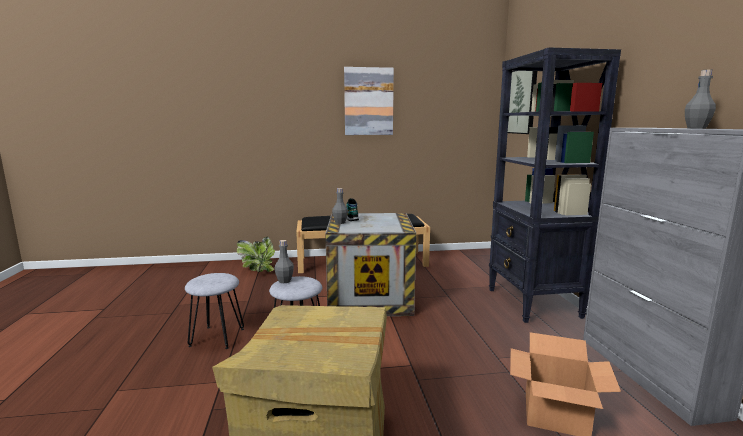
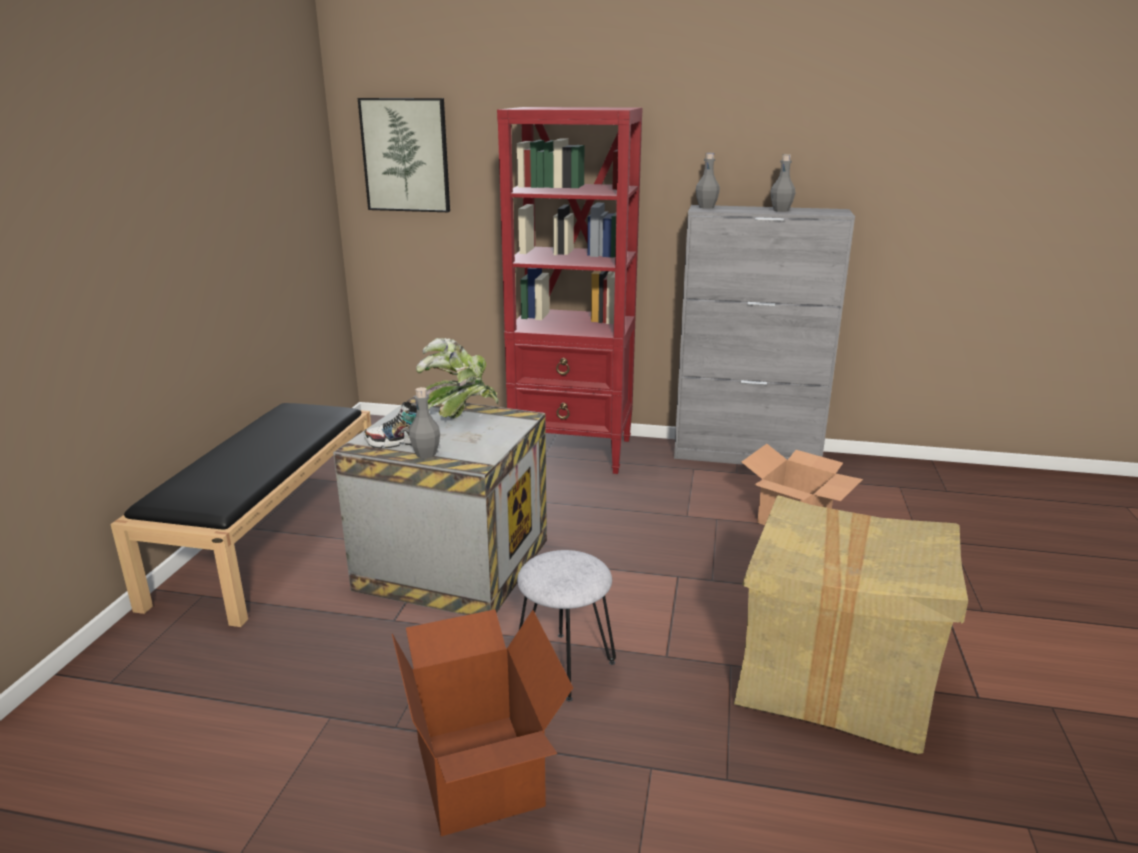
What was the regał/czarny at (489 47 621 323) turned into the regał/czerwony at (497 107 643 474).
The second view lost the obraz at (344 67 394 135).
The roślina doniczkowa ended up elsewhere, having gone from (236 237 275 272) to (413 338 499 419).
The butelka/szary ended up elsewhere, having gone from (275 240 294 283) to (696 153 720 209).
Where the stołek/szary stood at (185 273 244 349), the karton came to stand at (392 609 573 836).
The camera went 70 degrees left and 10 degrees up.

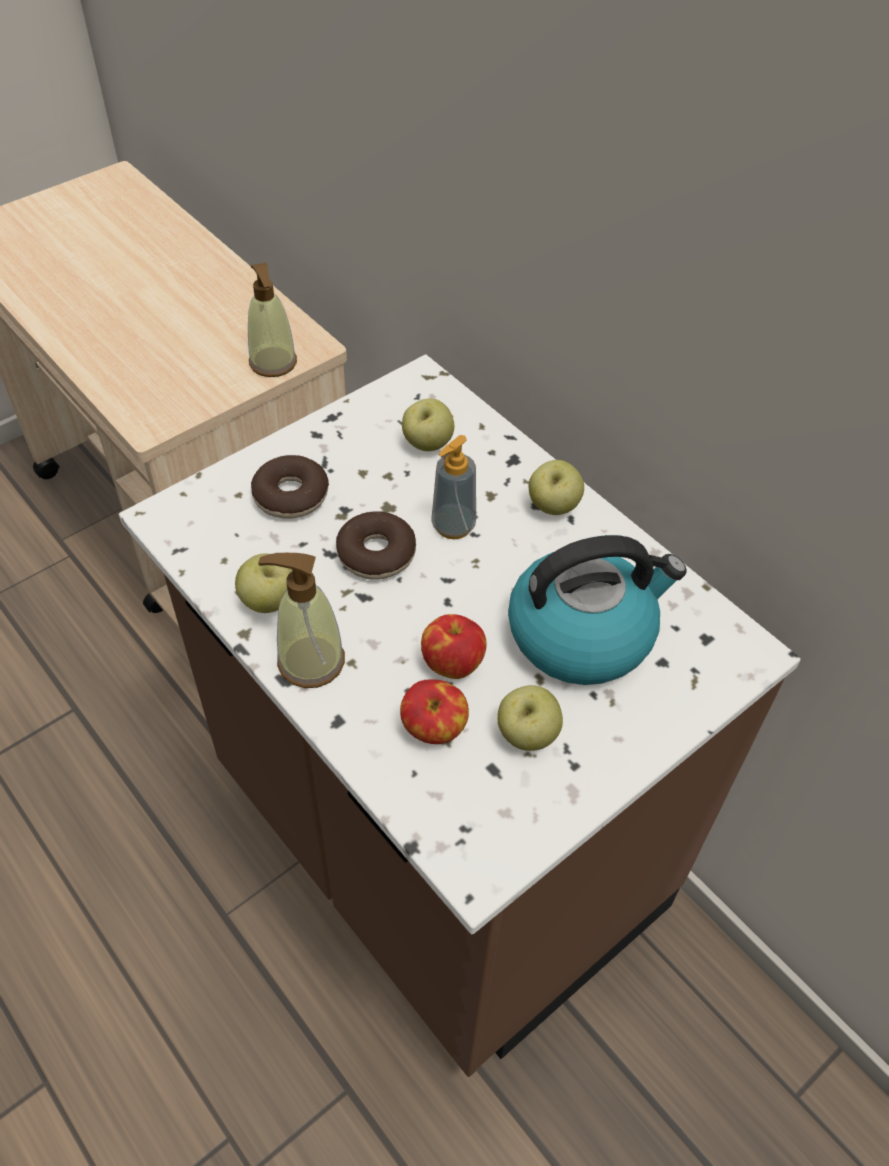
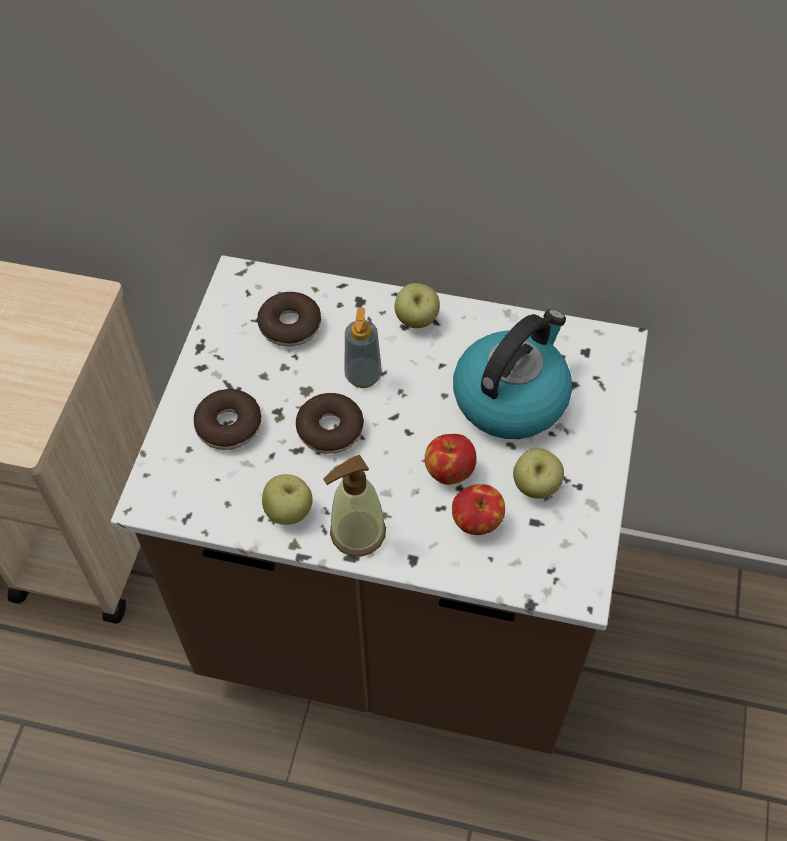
The second view lost the dozownik mydła at (248 263 297 377).
Where the jabłko stood at (402 398 454 451), the donut came to stand at (257 292 321 346).
The camera went 35 degrees left and 5 degrees up.

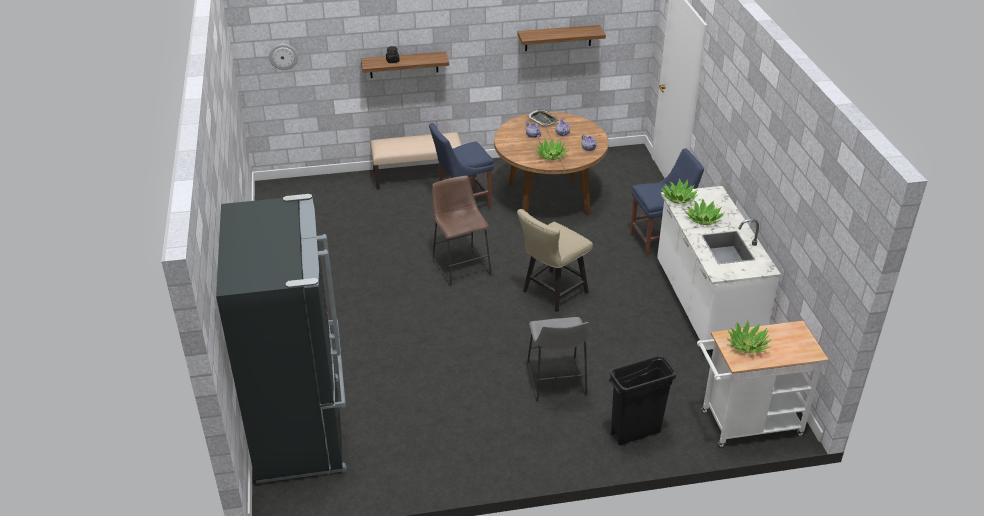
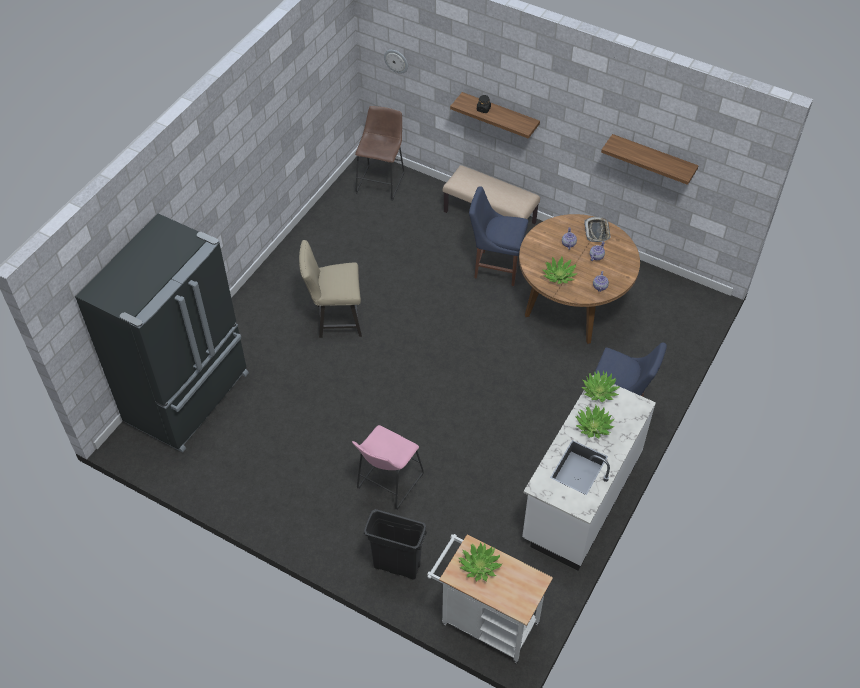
The stołek/brązowy ended up elsewhere, having gone from (432 176 491 286) to (355 106 404 201).
The krzesło/beżowy ended up elsewhere, having gone from (517 209 593 312) to (299 240 362 338).
What was the stołek/szary at (527 317 589 401) turned into the stołek/różowy at (352 425 424 510).
The camera went 40 degrees right and 15 degrees up.

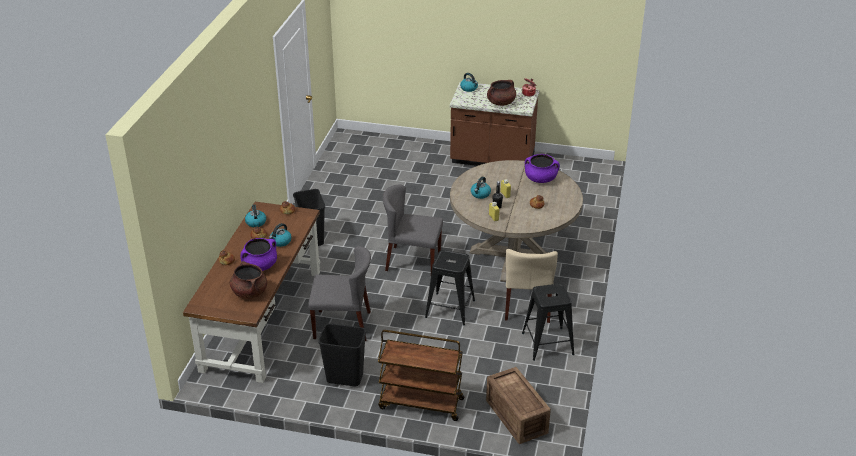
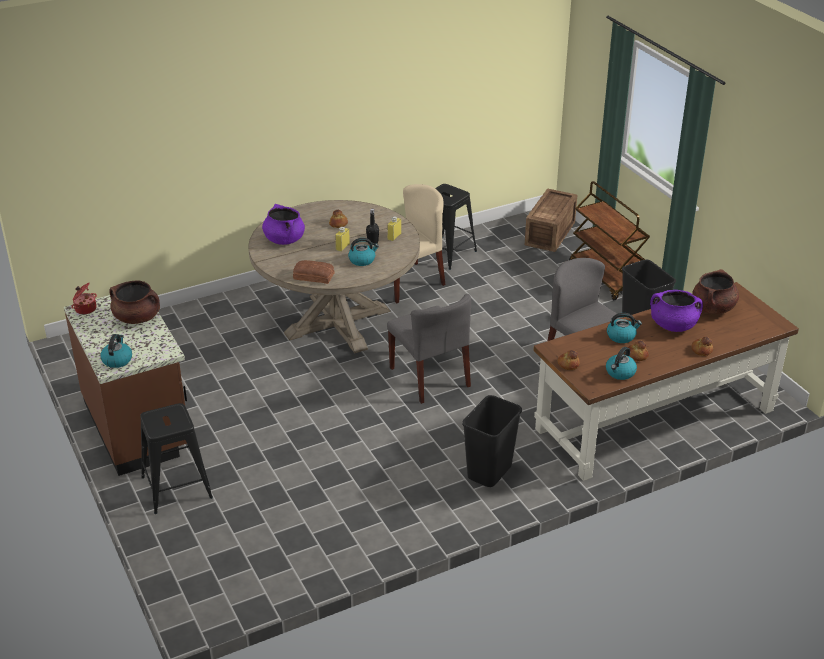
The stołek/czarny ended up elsewhere, having gone from (425 250 475 325) to (140 403 213 514).
The second view gained the chleb at (293 260 335 284).
The camera went 130 degrees left and 0 degrees up.

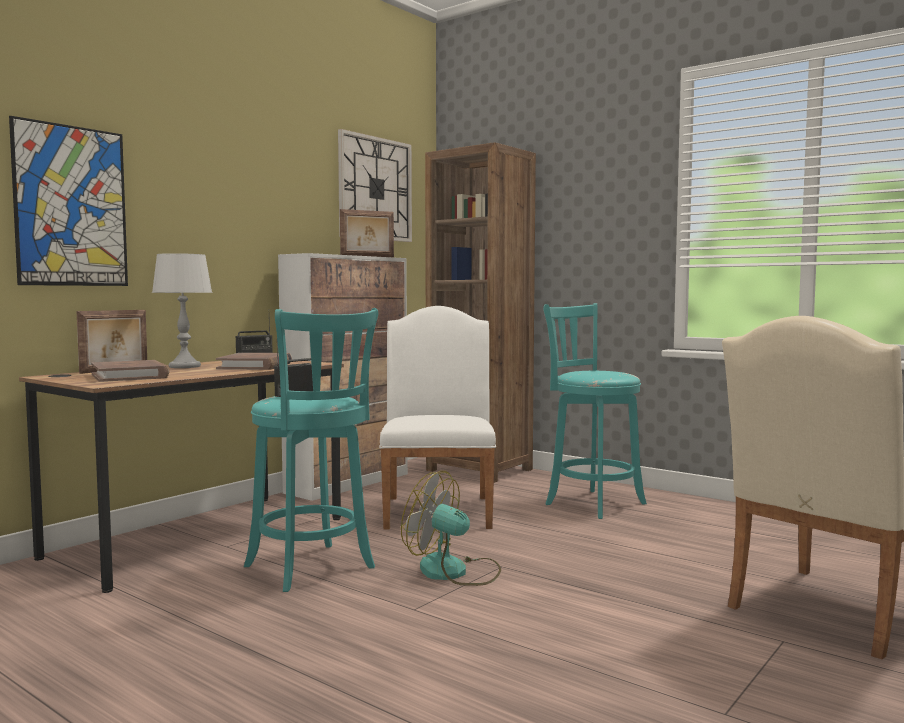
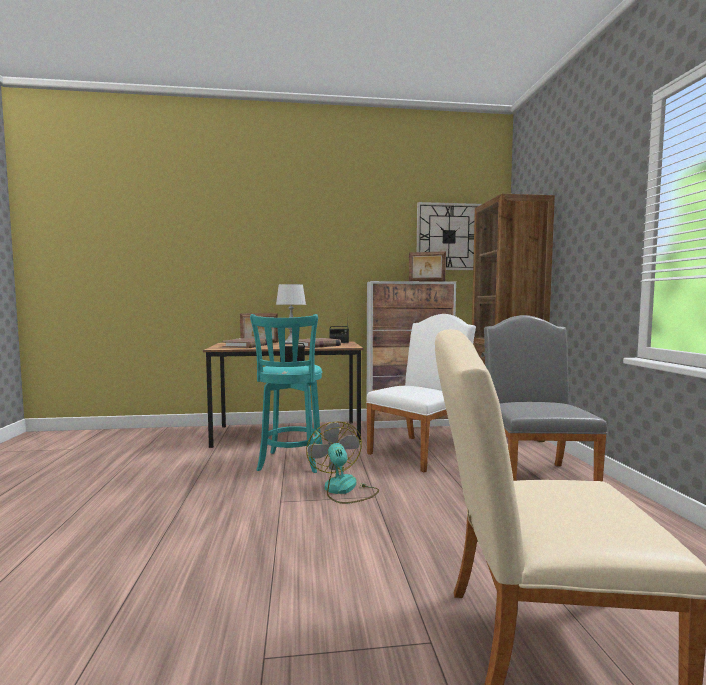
The second view lost the obraz at (9 116 128 286).
Where the stołek/turkusowy stood at (543 303 647 519), the krzesło/szary came to stand at (484 315 608 482).
The camera went 45 degrees right and 0 degrees up.

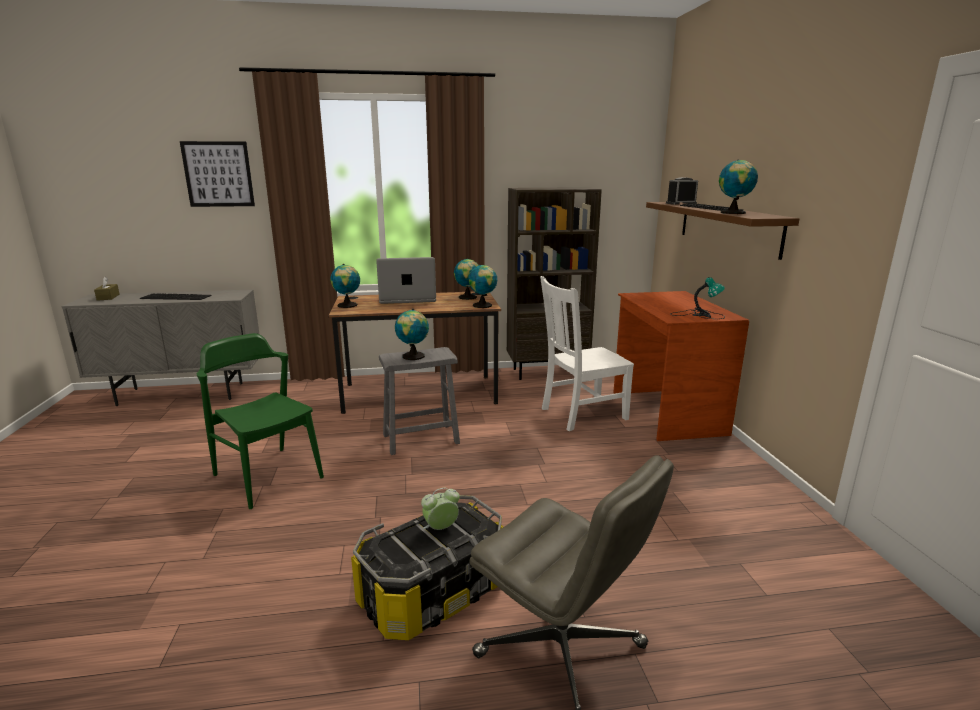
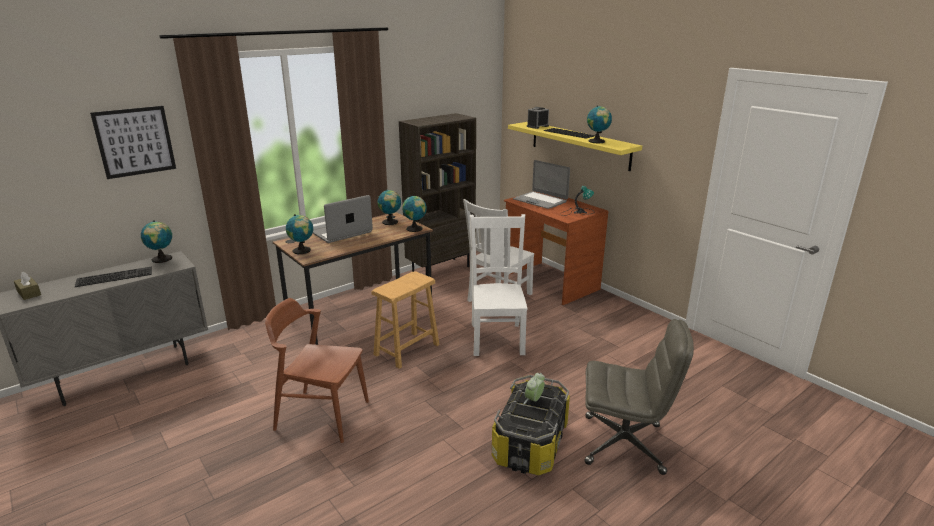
What was the półka/brązowy at (646 202 800 260) turned into the półka/żółty at (508 122 642 171).
The globus ended up elsewhere, having gone from (395 309 429 360) to (141 220 172 263).
What was the krzesło/zielony at (197 333 324 509) turned into the krzesło/brązowy at (265 298 369 443).
What was the stołek/szary at (379 347 460 455) turned into the stołek/brązowy at (371 271 440 369).
The second view gained the laptop at (513 160 570 209).
The second view gained the krzesło/biały at (470 214 527 356).
The camera went 30 degrees left and 5 degrees up.

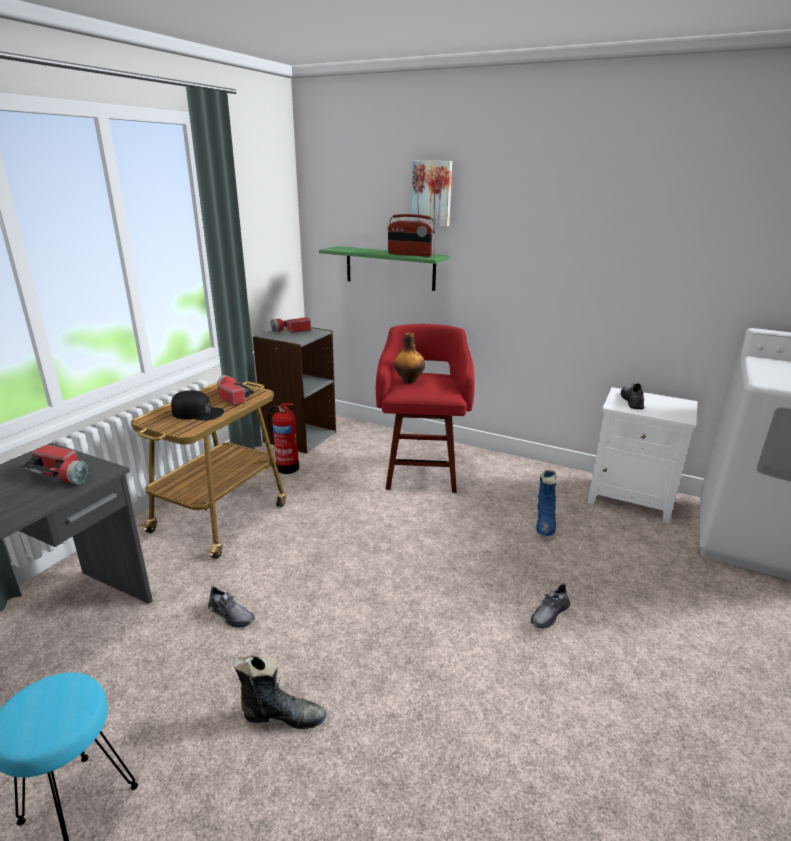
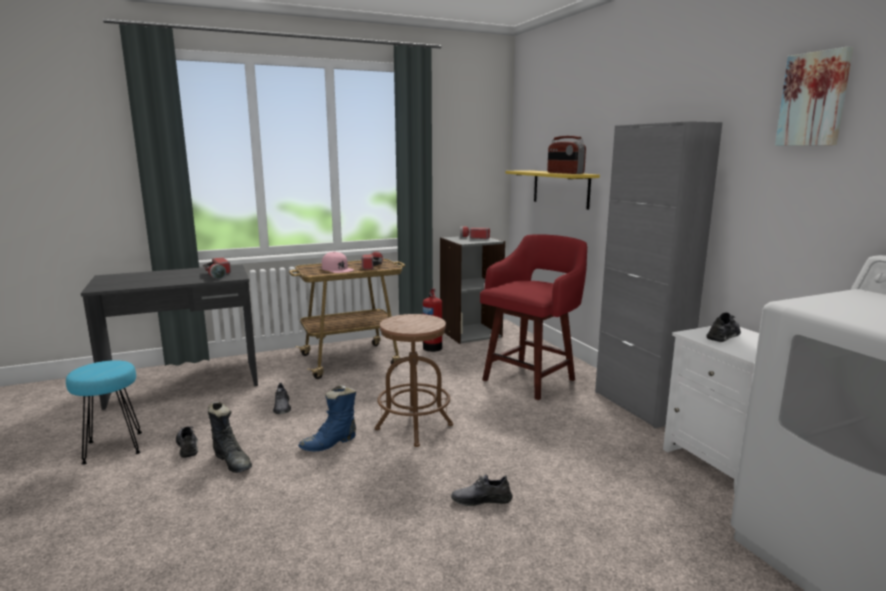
The obraz ended up elsewhere, having gone from (412 161 452 226) to (775 47 853 146).
What was the półka/zielony at (319 246 449 291) turned into the półka/żółty at (505 170 600 210).
The second view lost the butelka at (394 333 425 383).
What was the czapka z daszkiem/czarny at (171 390 224 421) turned into the czapka z daszkiem/różowy at (322 251 354 273).
The but z cholewką/niebieski ended up elsewhere, having gone from (536 470 557 536) to (298 384 356 451).
The second view gained the szafka/szary at (595 121 723 428).
The second view gained the stołek/brązowy at (375 314 453 447).
The second view gained the but/szary at (176 426 198 458).
The camera went 40 degrees right and 10 degrees down.

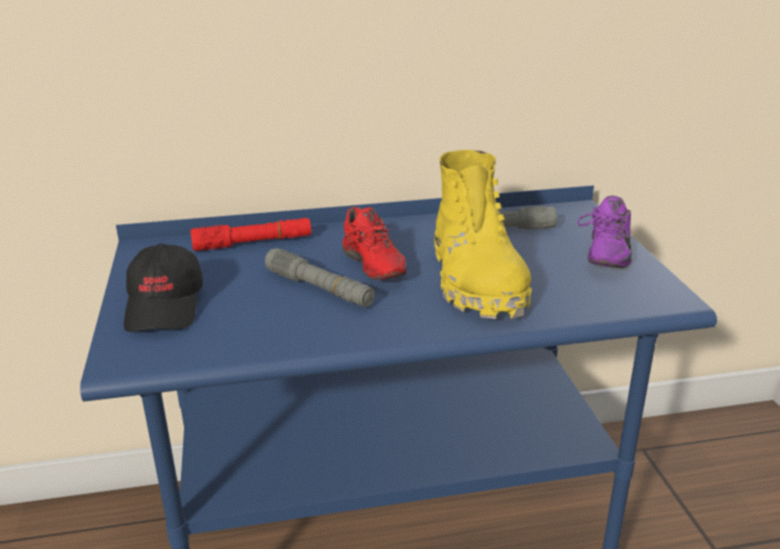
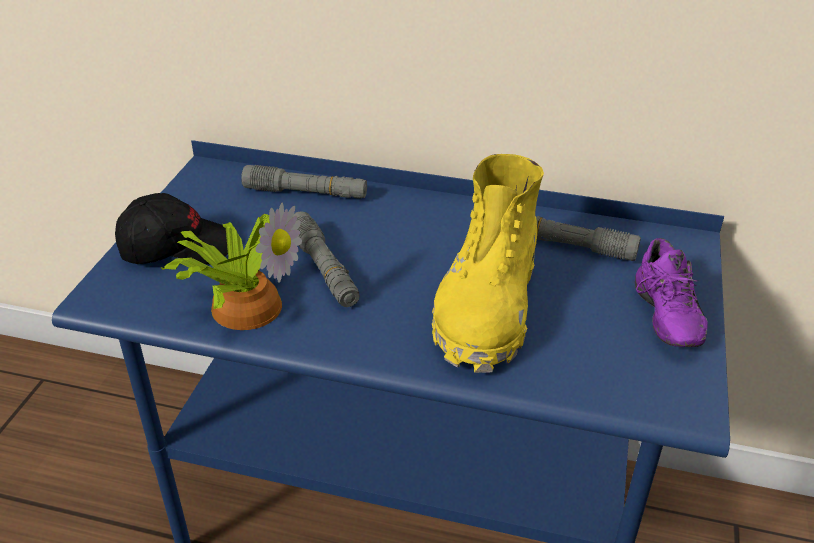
The but/fioletowy at (577 196 632 268) ended up facing another way, 45 degrees counterclockwise from before.
The second view lost the but/czerwony at (342 207 407 280).
What was the latarka/czerwony at (190 218 311 251) turned into the latarka/szary at (241 165 367 199).
The czapka z daszkiem/czarny at (124 244 203 332) ended up facing another way, 120 degrees counterclockwise from before.
The second view gained the roślina doniczkowa at (161 203 302 330).
The camera went 25 degrees right and 10 degrees up.

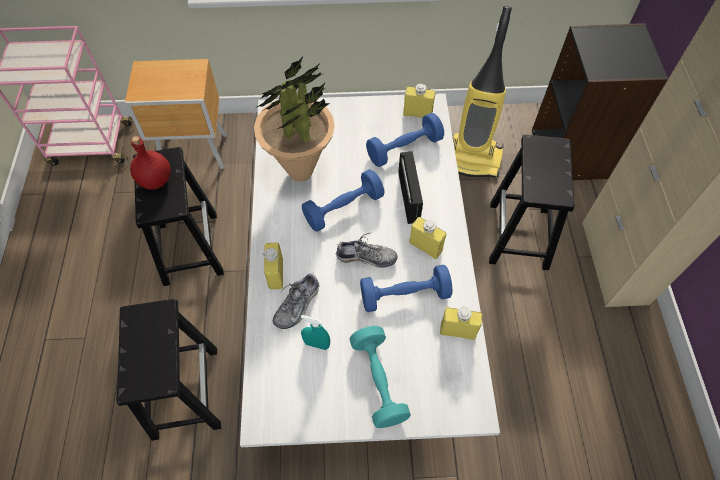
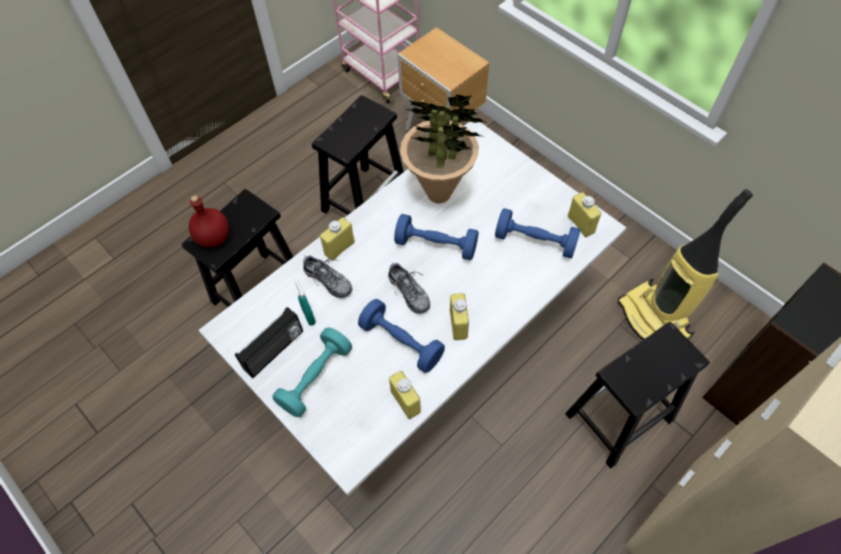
The butelka/czerwony ended up elsewhere, having gone from (130 136 171 190) to (189 195 229 247).
The radio ended up elsewhere, having gone from (398 151 423 224) to (235 307 303 378).
The but at (273 273 320 329) ended up facing another way, 135 degrees counterclockwise from before.
The camera went 50 degrees right and 0 degrees up.

